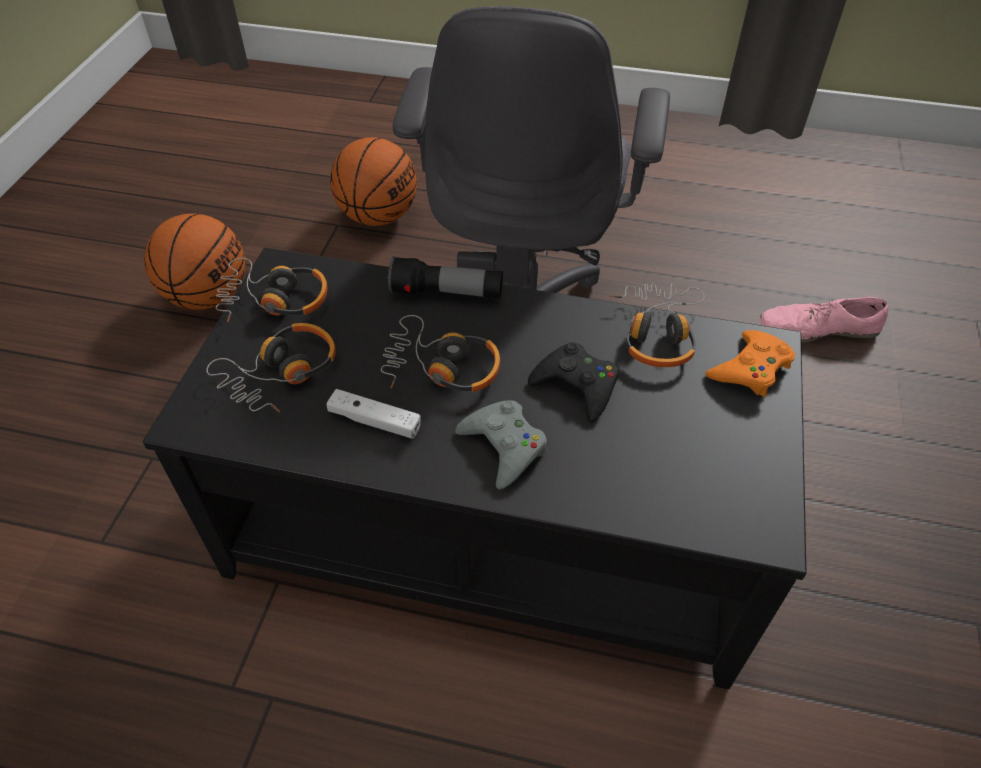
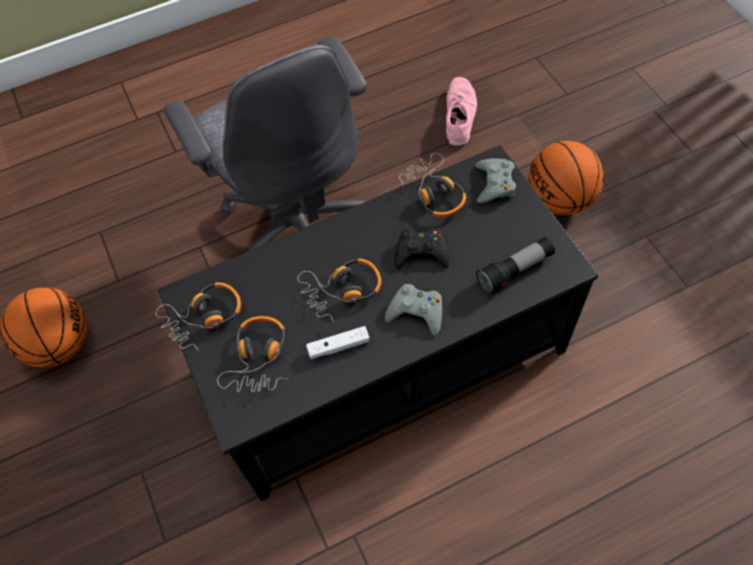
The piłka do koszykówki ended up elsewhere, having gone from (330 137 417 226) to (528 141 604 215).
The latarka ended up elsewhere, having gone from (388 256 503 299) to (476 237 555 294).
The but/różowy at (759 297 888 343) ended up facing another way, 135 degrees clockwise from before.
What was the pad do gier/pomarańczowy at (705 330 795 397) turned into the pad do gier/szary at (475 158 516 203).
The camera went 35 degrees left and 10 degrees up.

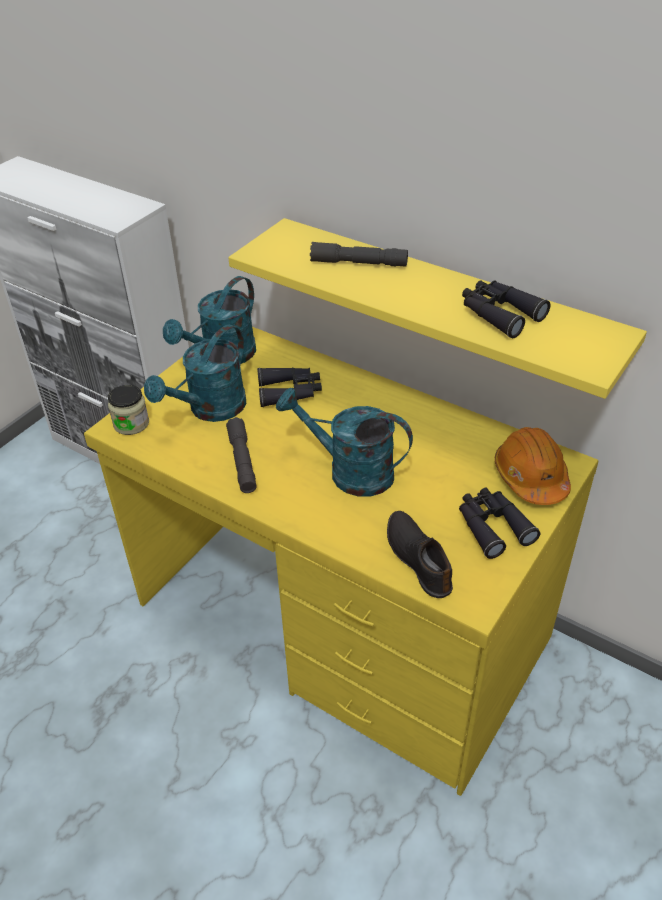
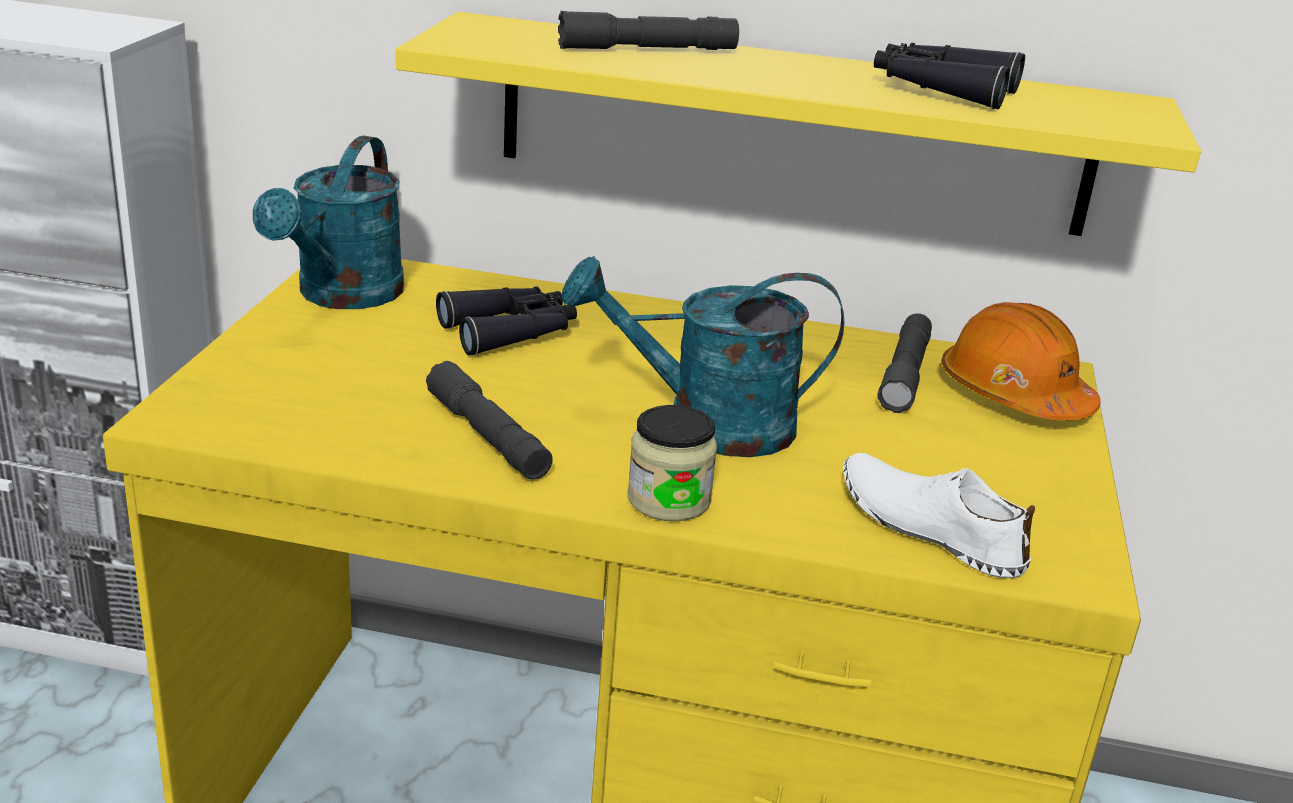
The second view lost the konewka/turkusowy at (144 325 246 422).
The słoik ended up elsewhere, having gone from (108 385 149 435) to (628 405 717 521).
The second view lost the lornetka/czarny at (459 488 540 559).
What was the but/czarny at (387 511 453 598) turned into the but/biały at (843 453 1035 578).
The second view gained the latarka/szary at (877 314 932 413).
The camera went 25 degrees left and 15 degrees down.

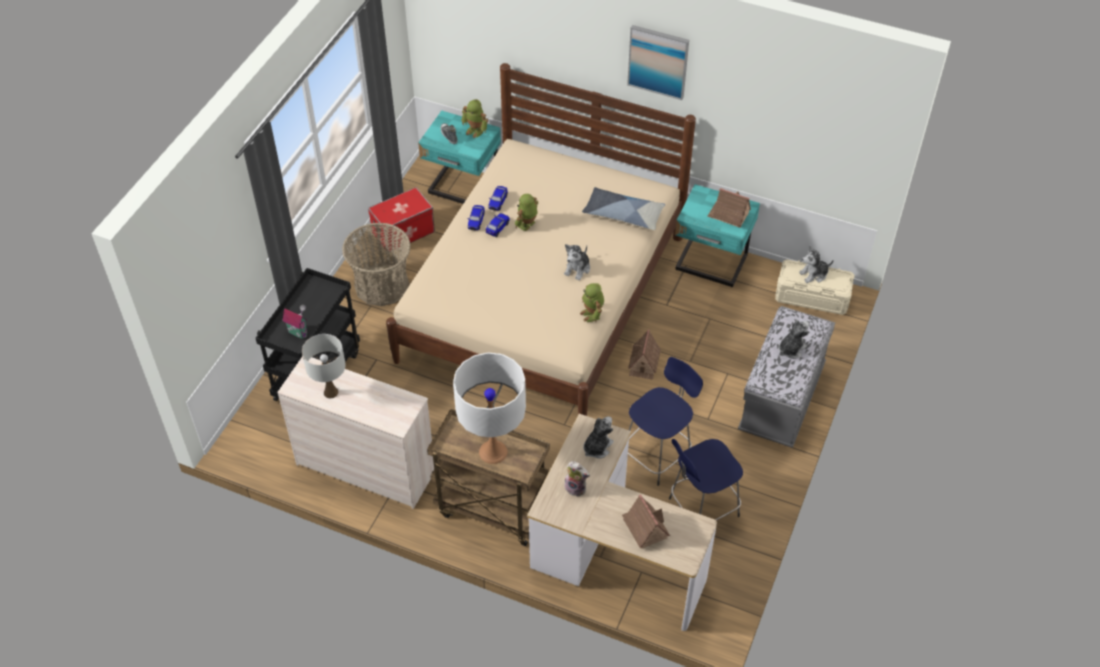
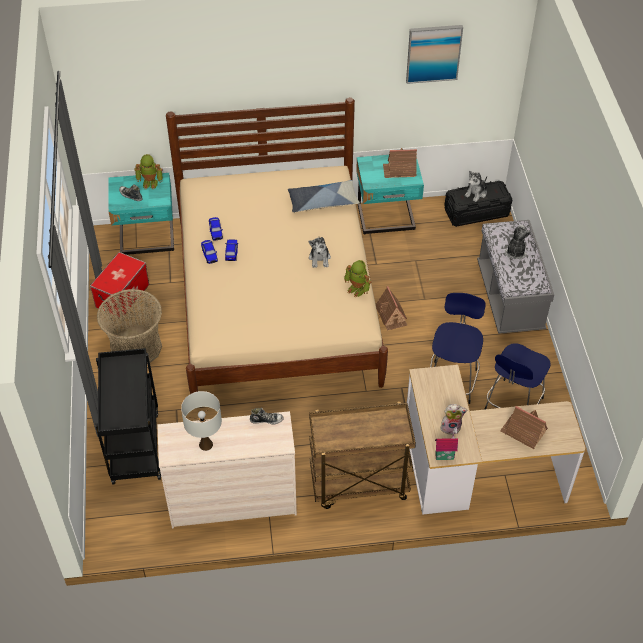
The obraz ended up elsewhere, having gone from (627 25 689 100) to (406 25 463 84).
The second view lost the robot zabawkowy at (515 194 538 231).
What was the pojemnik do przechowywania/beżowy at (775 259 855 315) turned into the pojemnik do przechowywania/czarny at (444 181 512 227).
The domek ended up elsewhere, having gone from (282 304 308 339) to (435 427 459 460).
The second view lost the lampa stołowa/biały at (453 352 526 464).
The second view lost the pluszak at (583 416 614 459).
The second view gained the but at (250 408 284 424).
The camera went 30 degrees left and 0 degrees up.

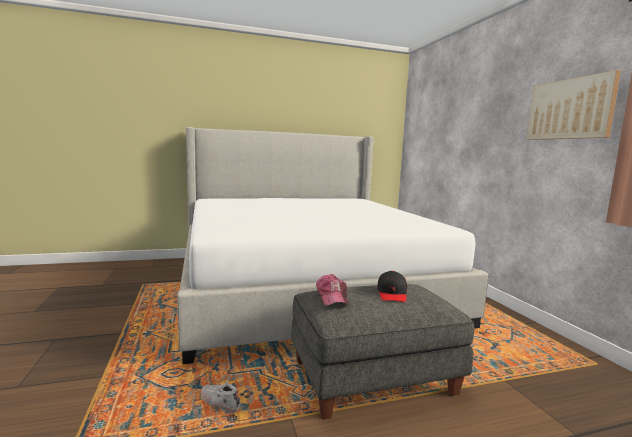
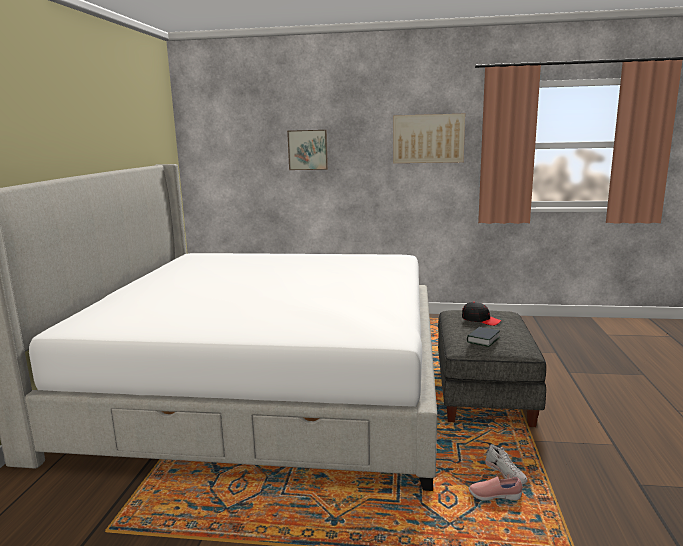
Where the czapka z daszkiem stood at (316 274 349 306), the książka came to stand at (467 327 500 347).
The but/biały at (201 380 241 413) ended up facing another way, 90 degrees counterclockwise from before.
The second view gained the obraz at (287 130 328 170).
The second view gained the but/różowy at (468 477 522 500).
The camera went 65 degrees left and 5 degrees up.

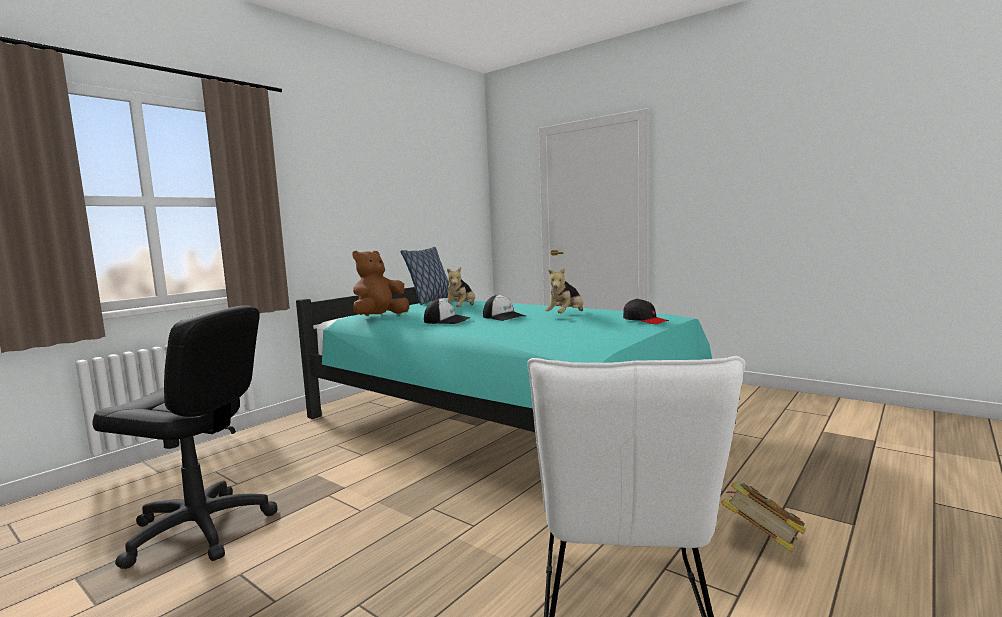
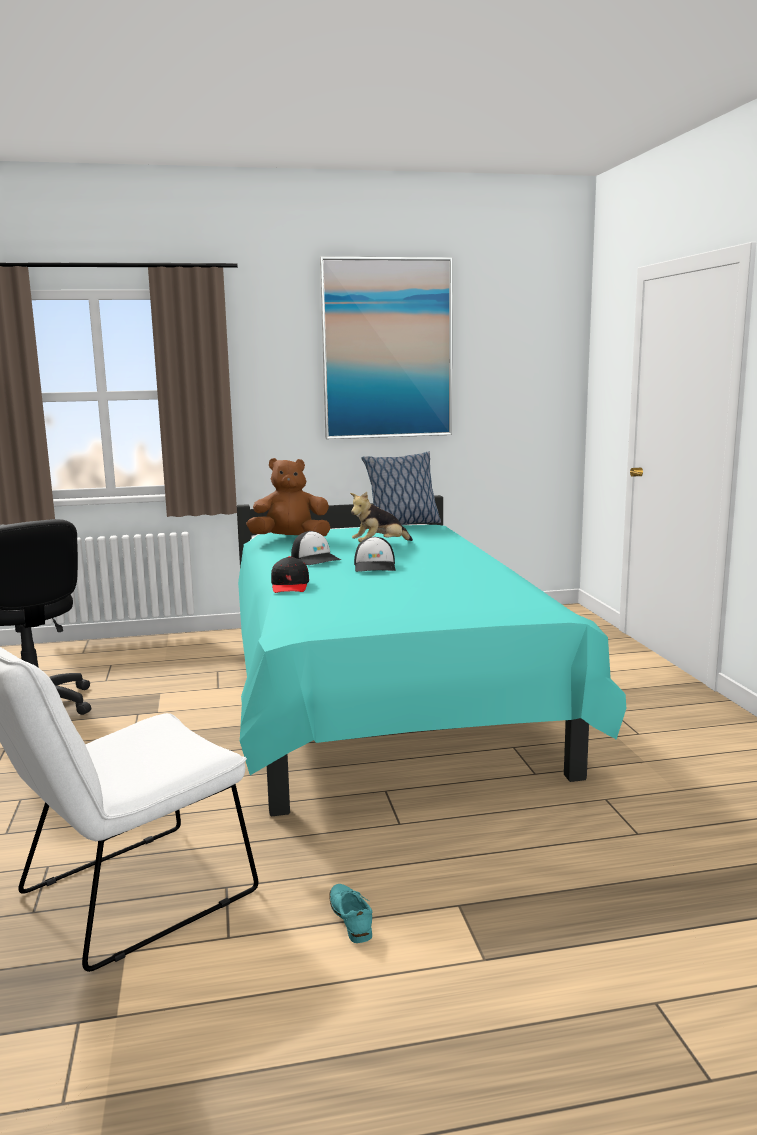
The second view lost the pluszak at (545 268 583 313).
The czapka z daszkiem/czarny ended up elsewhere, having gone from (623 298 669 324) to (271 556 309 593).
Where the książka stood at (721 482 806 552), the but/turkusowy came to stand at (329 884 372 943).
The second view gained the obraz at (320 257 452 439).
The camera went 40 degrees right and 5 degrees up.

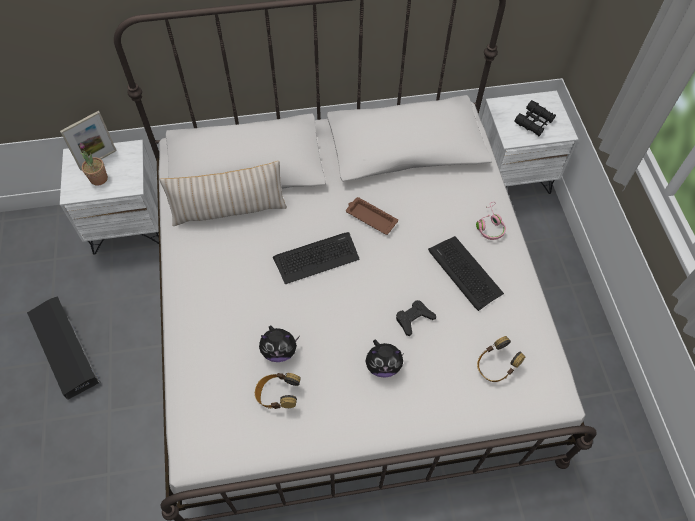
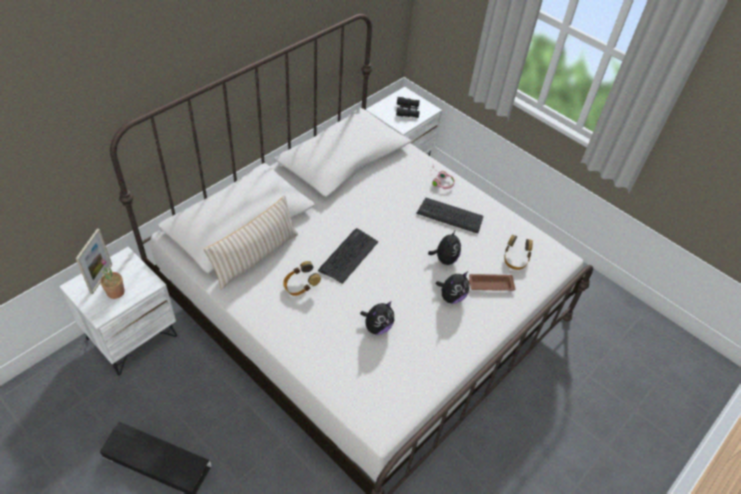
The taca/brązowy ended up elsewhere, having gone from (346 197 398 235) to (468 274 515 291).
Where the pad do gier/czarny stood at (396 300 436 336), the pluszak came to stand at (428 229 461 265).
The słuchawki ended up elsewhere, having gone from (255 373 301 409) to (283 261 321 296).
The camera went 40 degrees left and 10 degrees down.

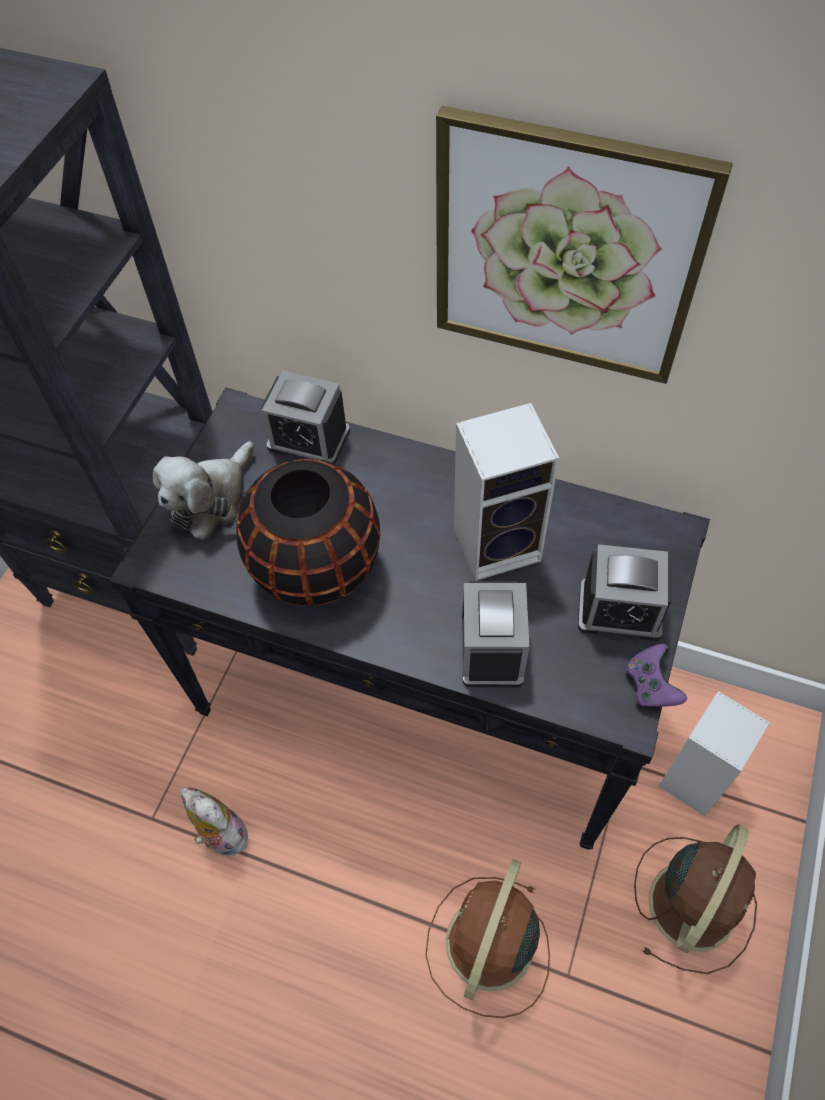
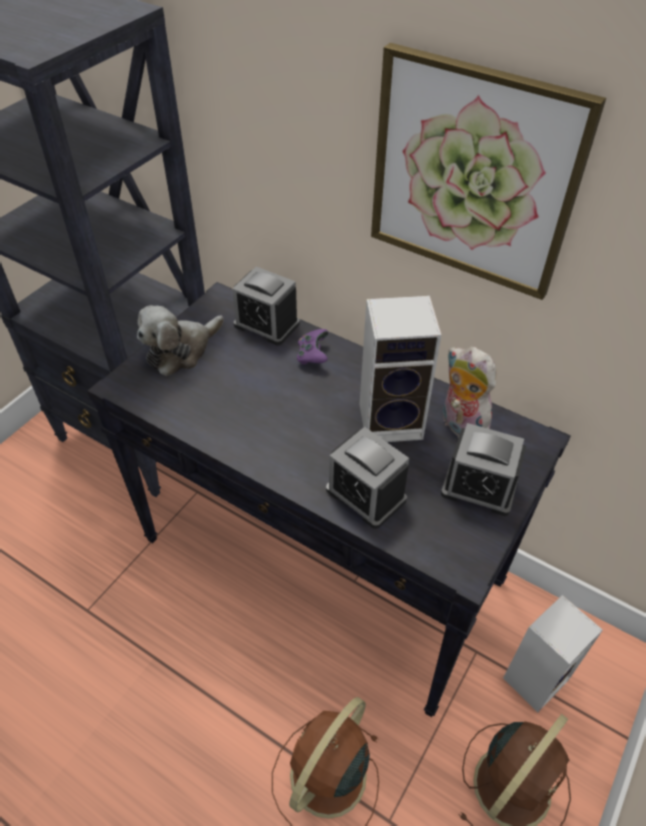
The second view lost the wazon/czarny at (236 458 380 606).
The budzik at (462 581 529 687) ended up facing another way, 120 degrees clockwise from before.
The pad do gier/fioletowy ended up elsewhere, having gone from (626 644 687 707) to (297 329 328 364).
The pluszak ended up elsewhere, having gone from (181 788 251 855) to (443 346 496 438).
The camera went 10 degrees right and 10 degrees down.

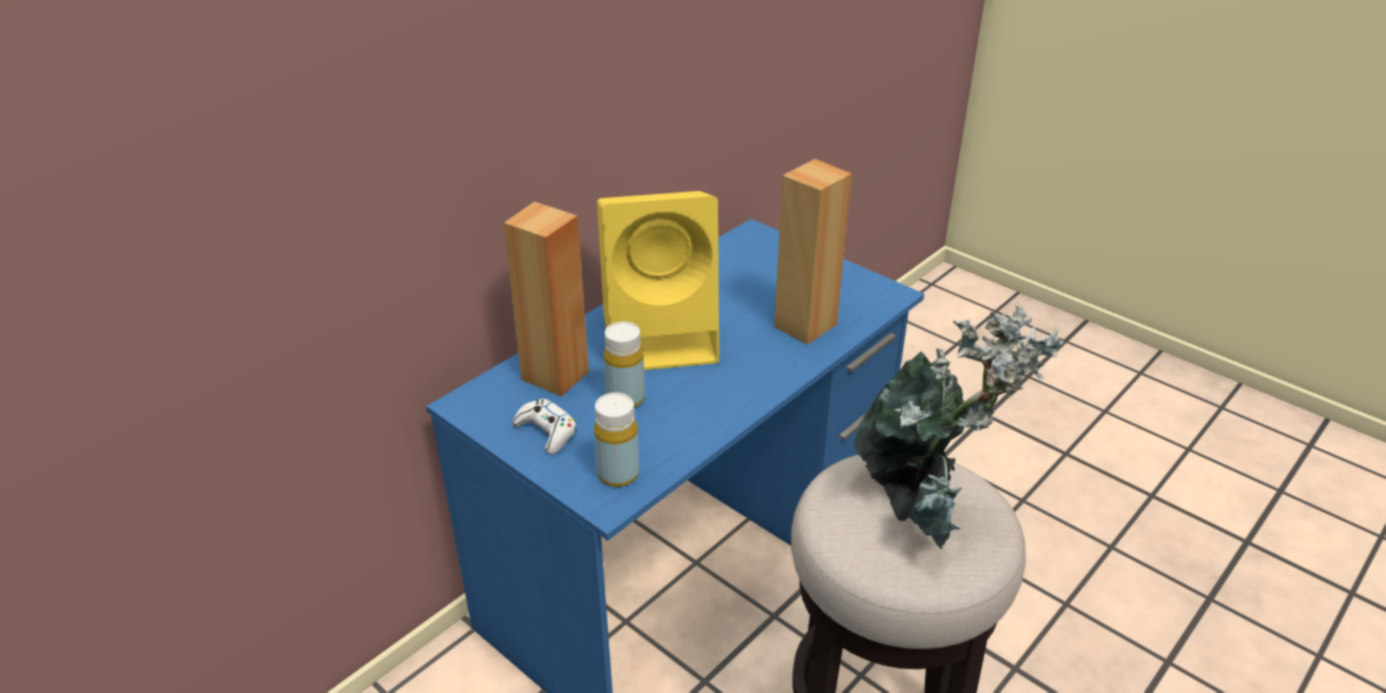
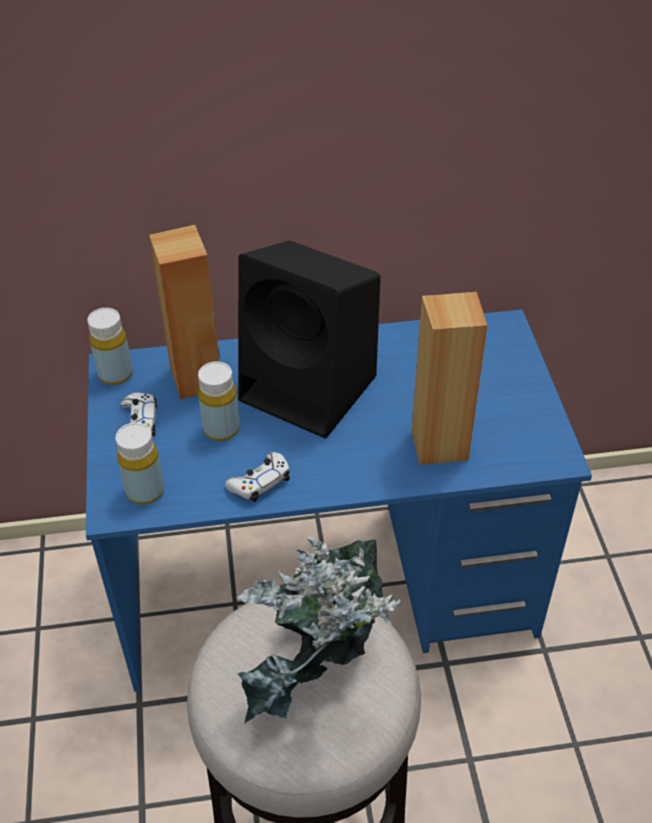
What was the głośnik/żółty at (597 191 719 370) turned into the głośnik/czarny at (238 240 380 439).
The second view gained the butelka/żółty at (87 308 133 385).
The second view gained the pad do gier/biały at (225 452 290 502).
The camera went 40 degrees right and 10 degrees up.

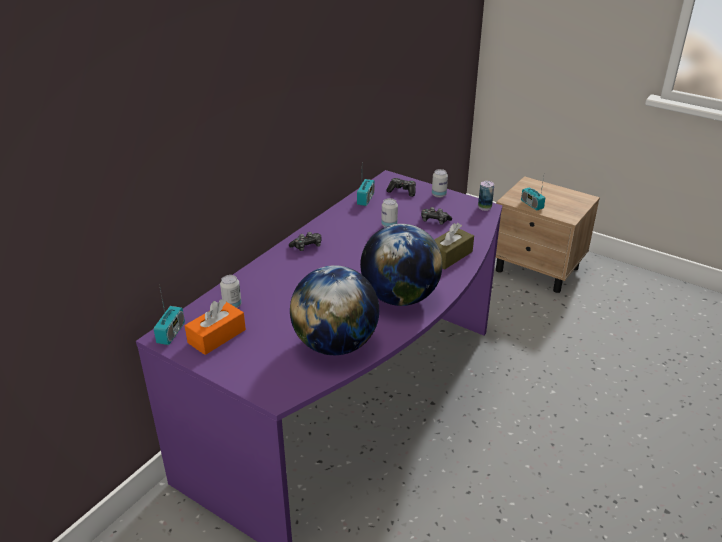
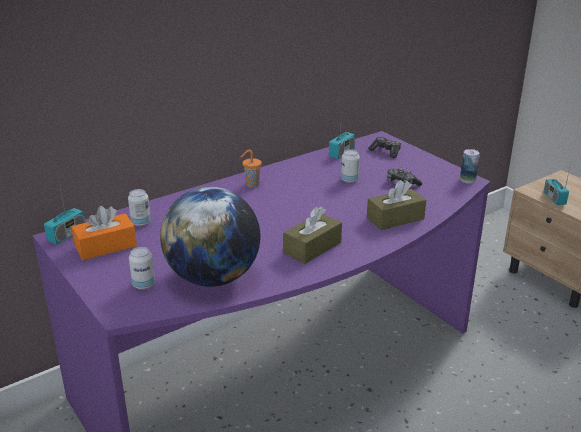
The puszka ended up elsewhere, having gone from (432 169 448 198) to (129 247 155 290).
Where the globus stood at (360 224 442 306), the pudełko chusteczek/brązowy came to stand at (283 207 342 264).
Where the pad do gier stood at (289 232 321 251), the filiżanka/pomarańczowy came to stand at (240 150 262 187).
The camera went 20 degrees right and 5 degrees down.

